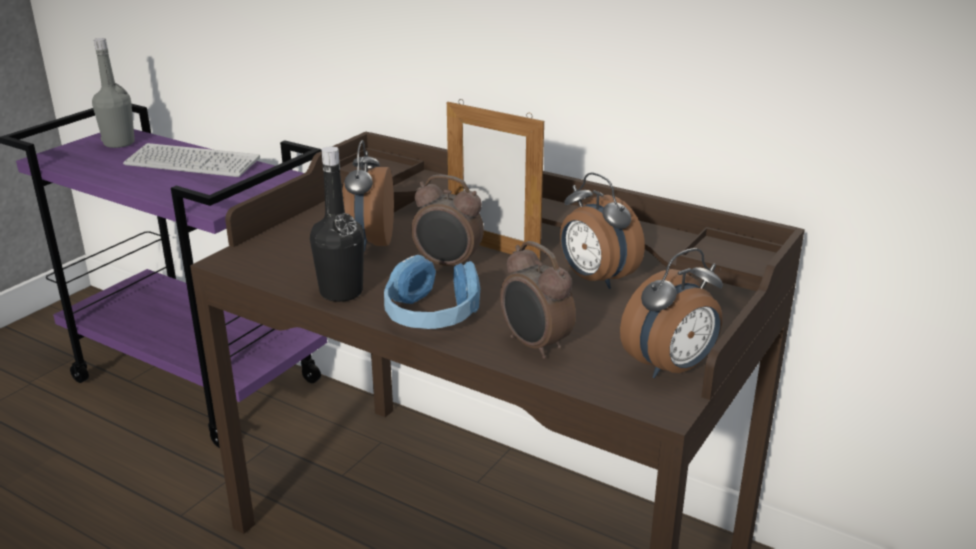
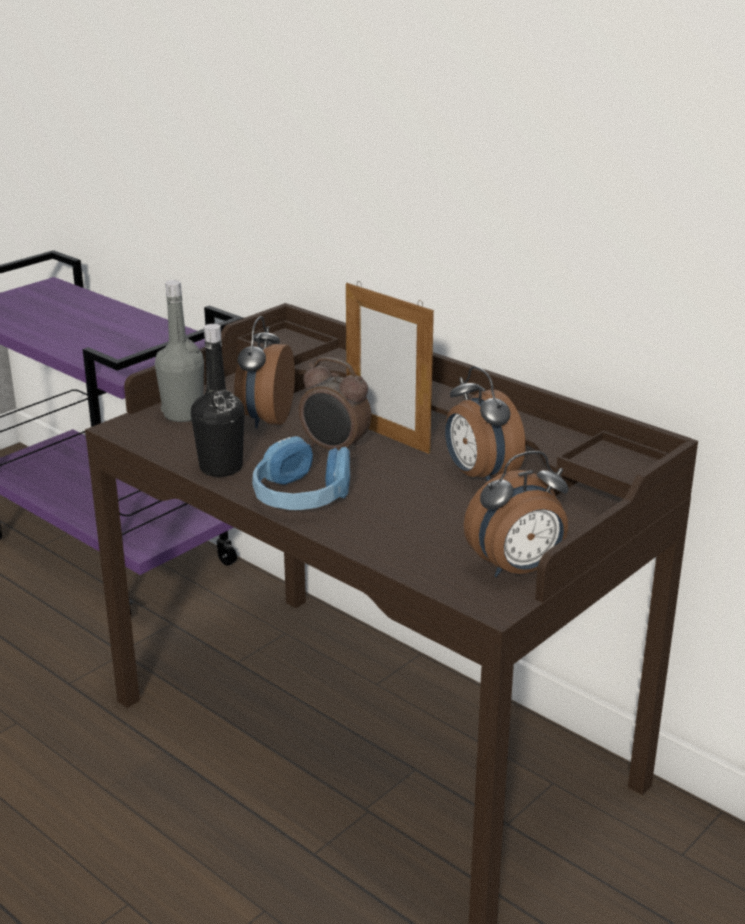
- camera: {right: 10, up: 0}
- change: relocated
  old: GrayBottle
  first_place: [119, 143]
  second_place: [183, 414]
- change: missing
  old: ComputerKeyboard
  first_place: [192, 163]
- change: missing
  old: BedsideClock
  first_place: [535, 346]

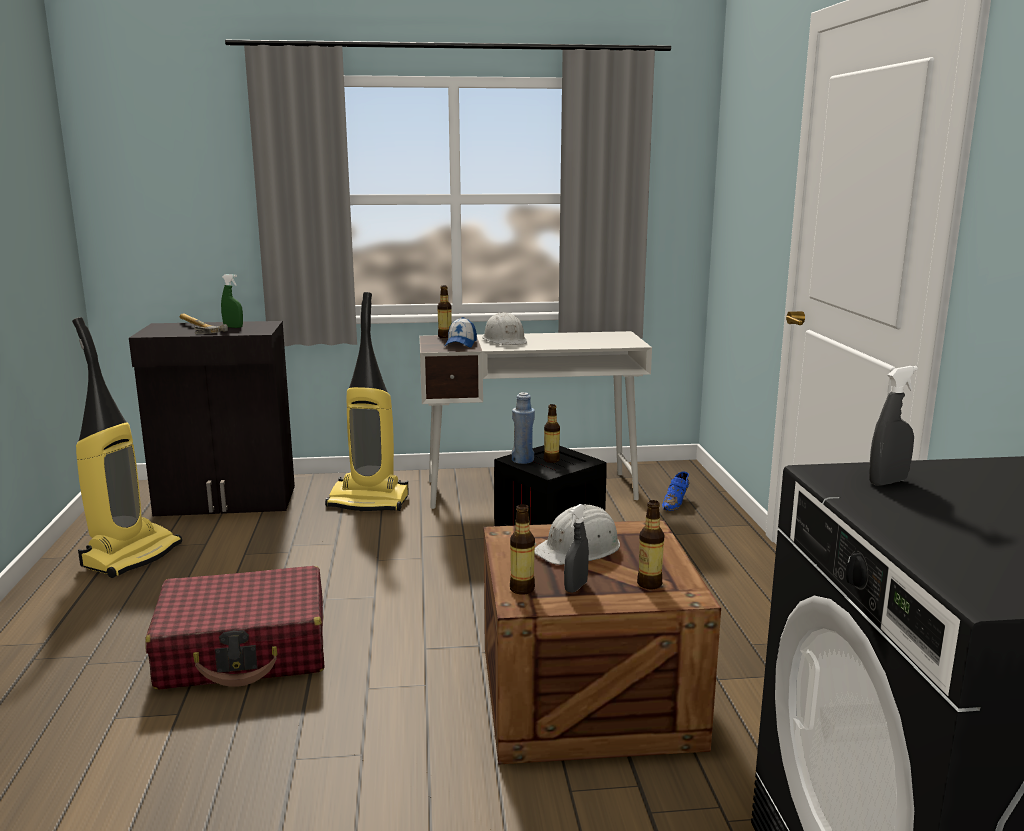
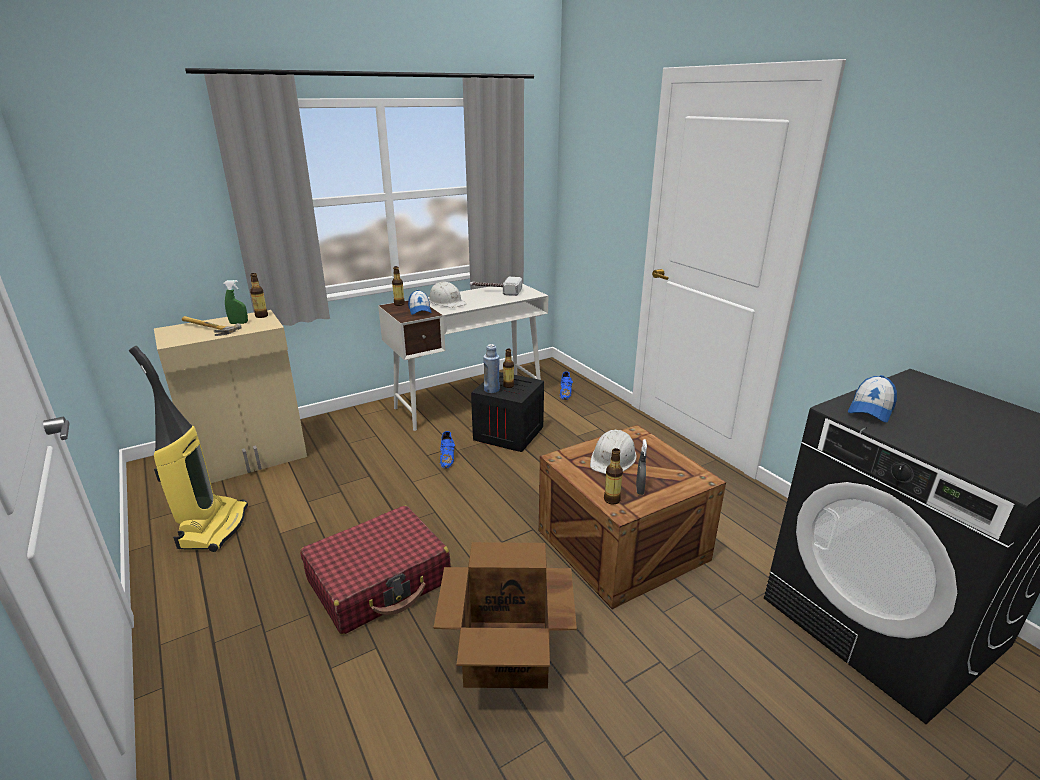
- camera: {right: -25, up: 10}
- change: missing
  old: Vacuum
  first_place: [369, 501]
- change: colour
  old: BlackColouredCupboard
  new: SandColouredCupboard
  first_place: [227, 501]
  second_place: [250, 459]
- change: exchanged
  old: GrayHandSprayer
  new: BaseballCap
  first_place: [887, 482]
  second_place: [871, 409]
- change: relocated
  old: Bottle
  first_place: [649, 584]
  second_place: [261, 316]
- change: appeared
  new: Hammer
  second_place: [495, 291]
- change: appeared
  new: BlueColouredLowShoe
  second_place: [447, 458]
- change: appeared
  new: Carton
  second_place: [506, 654]

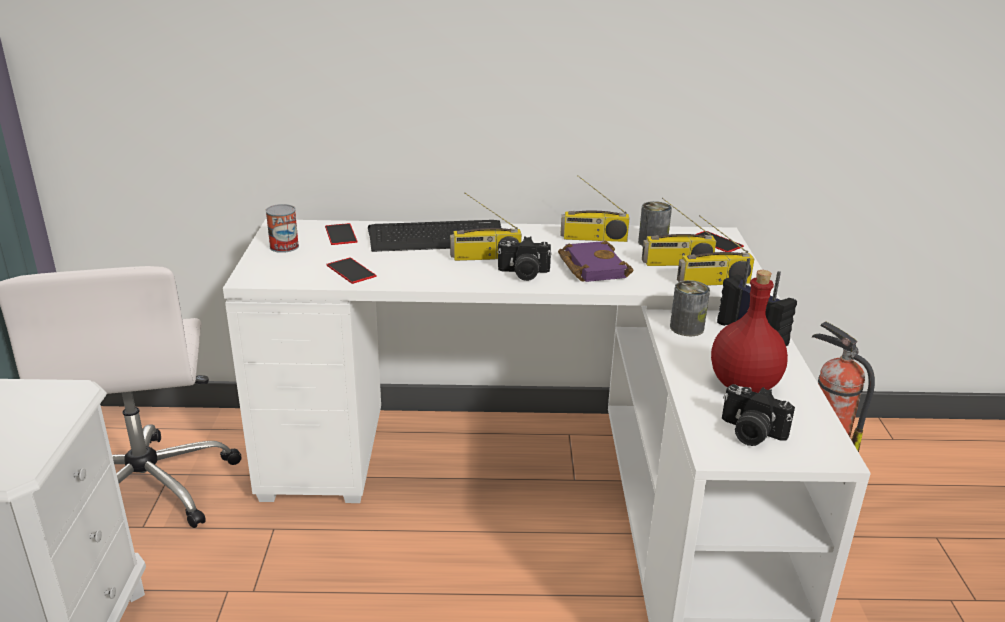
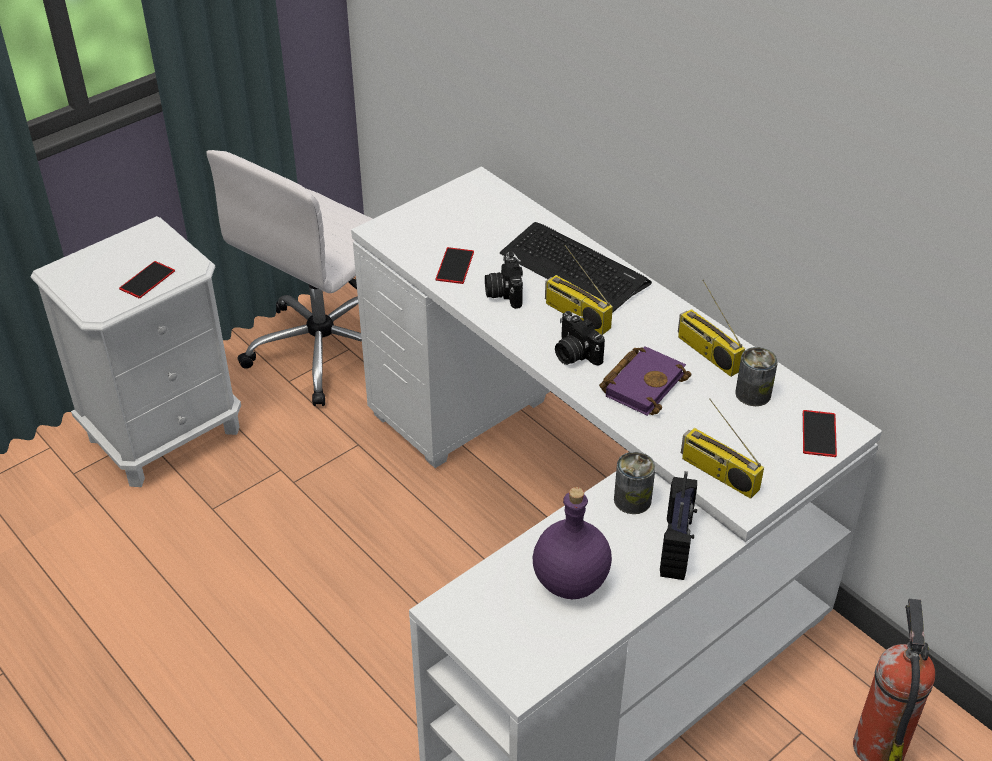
- camera: {right: 50, up: 15}
- change: missing
  old: Radio
  first_place: [676, 263]
- change: missing
  old: Can
  first_place: [284, 246]
- change: relocated
  old: Telephone
  first_place: [341, 234]
  second_place: [147, 280]
- change: colour
  old: RedBottle
  new: PurplishBottle
  first_place: [745, 385]
  second_place: [571, 582]
- change: relocated
  old: StillCamera
  first_place: [750, 433]
  second_place: [503, 292]

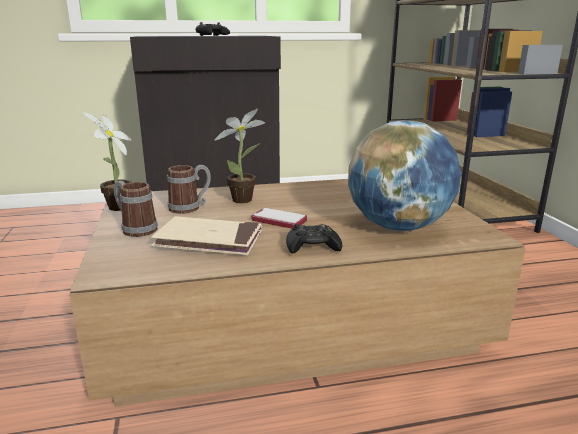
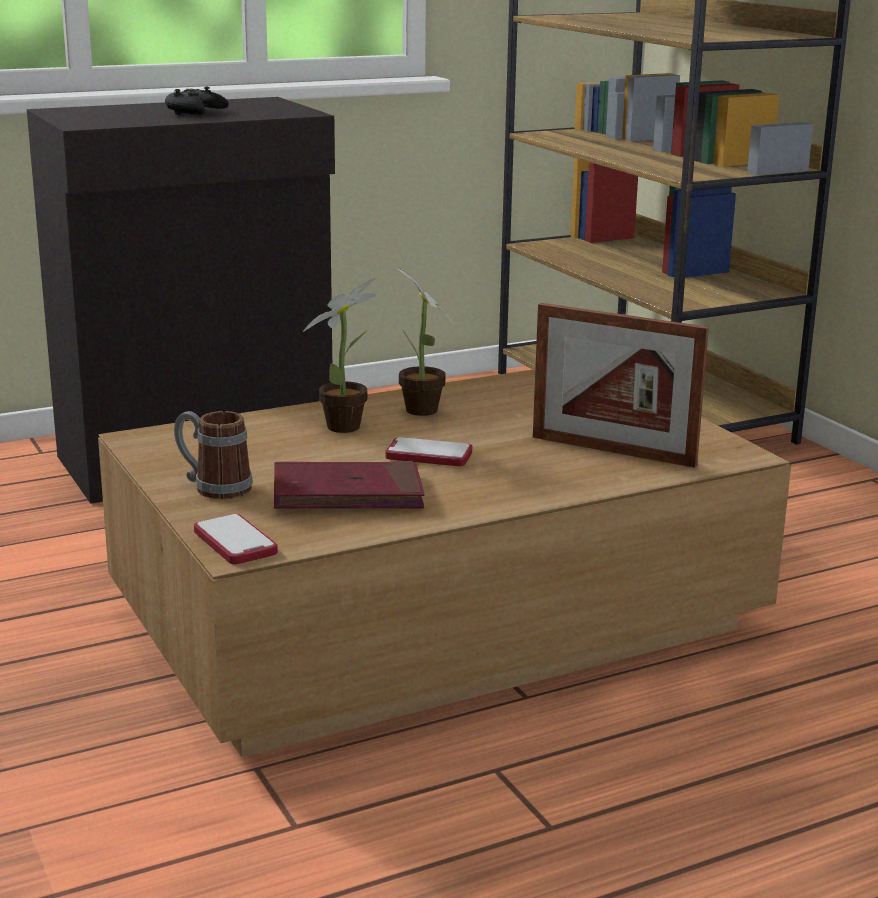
- camera: {right: -15, up: 0}
- change: relocated
  old: Houseplant
  first_place: [117, 208]
  second_place: [421, 412]
- change: exchanged
  old: WorldGlobe
  new: PhotoFrame
  first_place: [399, 227]
  second_place: [613, 451]
- change: missing
  old: CoffeeMug
  first_place: [190, 207]
- change: colour
  old: SandColouredBook
  new: RedBook
  first_place: [209, 240]
  second_place: [347, 494]
- change: missing
  old: BlackColouredGameController
  first_place: [312, 246]
- change: appeared
  new: Telephone
  second_place: [235, 542]

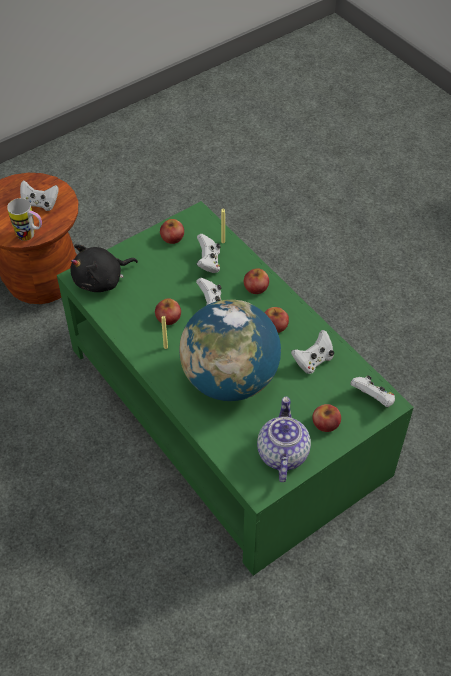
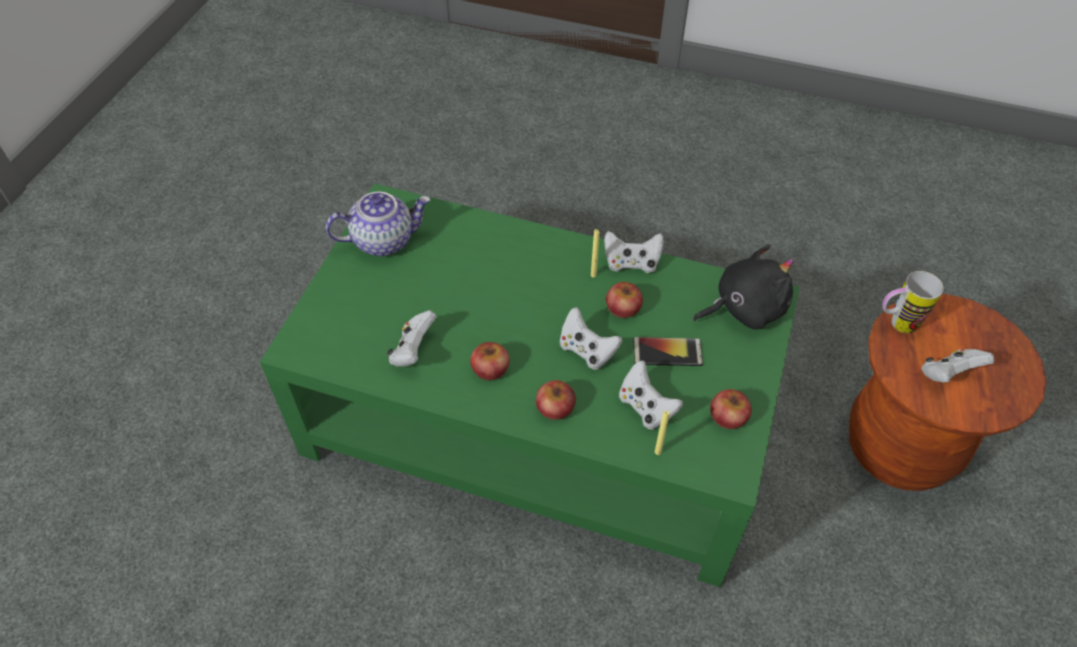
- camera: {right: 145, up: 0}
- change: spun
  old: BlackColouredPlushToy
  first_place: [101, 280]
  second_place: [744, 308]
  degrees: 45
- change: missing
  old: WorldGlobe
  first_place: [230, 379]
- change: relocated
  old: WhiteColouredGameController
  first_place: [372, 399]
  second_place: [631, 263]
- change: spun
  old: TeaPot
  first_place: [282, 453]
  second_place: [384, 240]
  degrees: -75
- change: missing
  old: Apple
  first_place: [325, 423]
- change: appeared
  new: Telephone
  second_place: [667, 352]

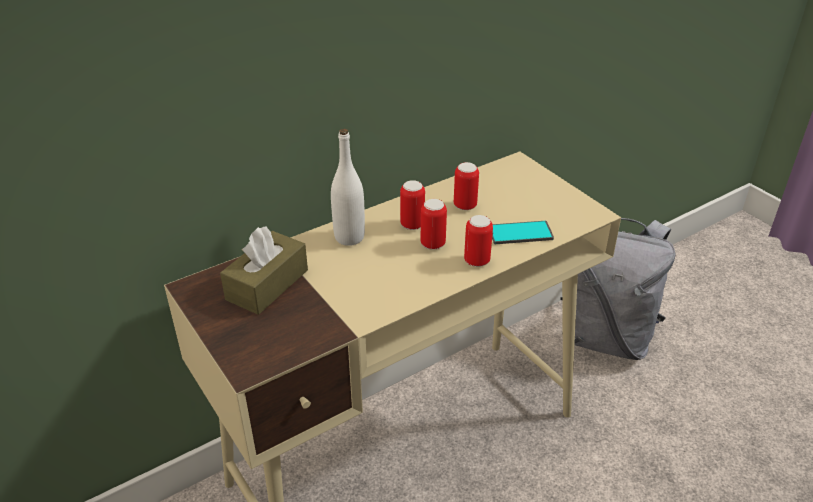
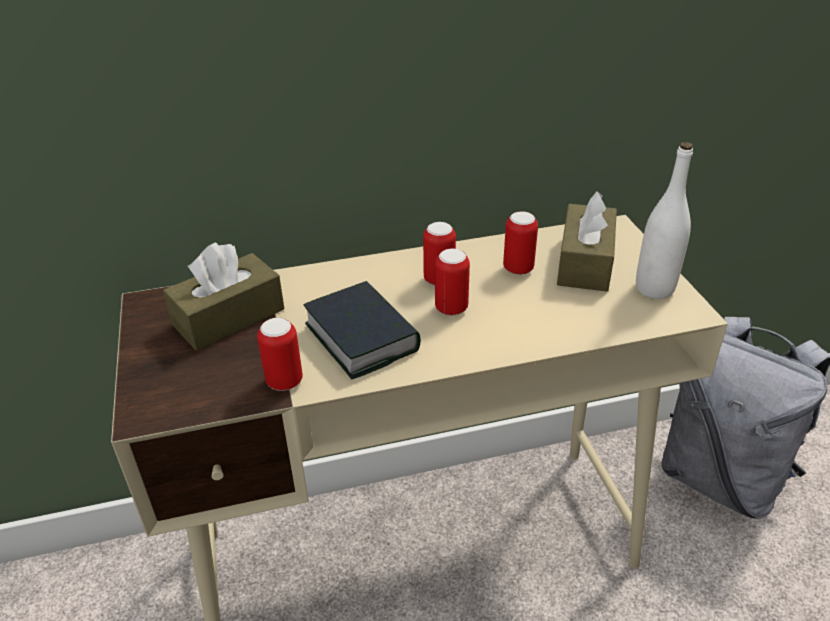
- camera: {right: 20, up: 0}
- change: relocated
  old: WhiteColouredBottle
  first_place: [349, 237]
  second_place: [654, 288]
- change: relocated
  old: Can
  first_place: [477, 261]
  second_place: [284, 381]
- change: missing
  old: Telephone
  first_place: [520, 233]
- change: appeared
  new: BrownColouredTissueBox
  second_place: [585, 262]
- change: appeared
  new: Book
  second_place: [362, 337]

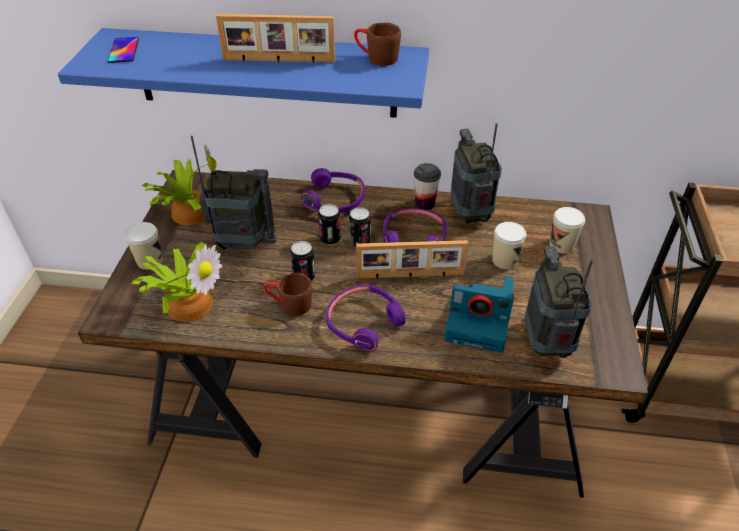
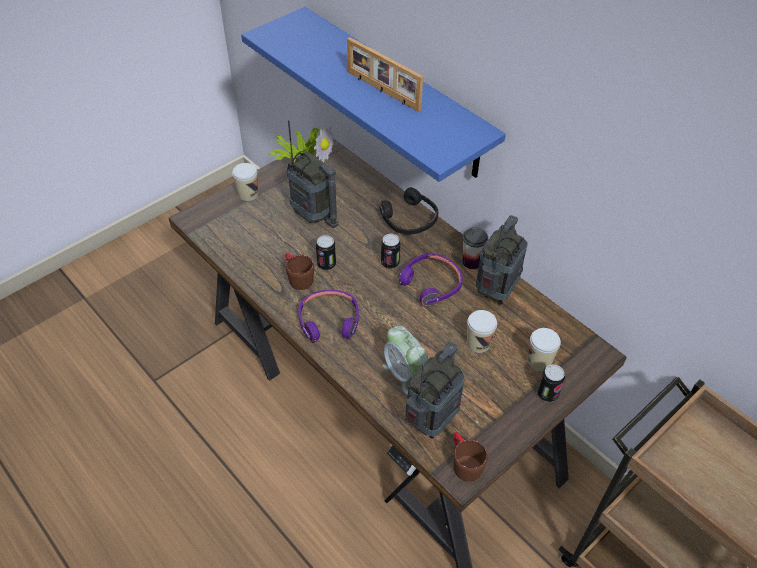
- camera: {right: 40, up: 5}
- change: relocated
  old: BrownColouredCoffeeMug
  first_place: [376, 57]
  second_place: [463, 462]
- change: missing
  old: Telephone
  first_place: [124, 50]
- change: colour
  old: PurplishHeadset
  new: BlackColouredHeadset
  first_place: [334, 199]
  second_place: [409, 219]
- change: relocated
  old: Can
  first_place: [330, 239]
  second_place: [547, 394]
- change: missing
  old: PhotoFrame
  first_place: [410, 276]
- change: missing
  old: Houseplant
  first_place: [188, 302]
- change: exchanged
  old: StillCamera
  new: BedsideClock
  first_place: [479, 322]
  second_place: [404, 374]

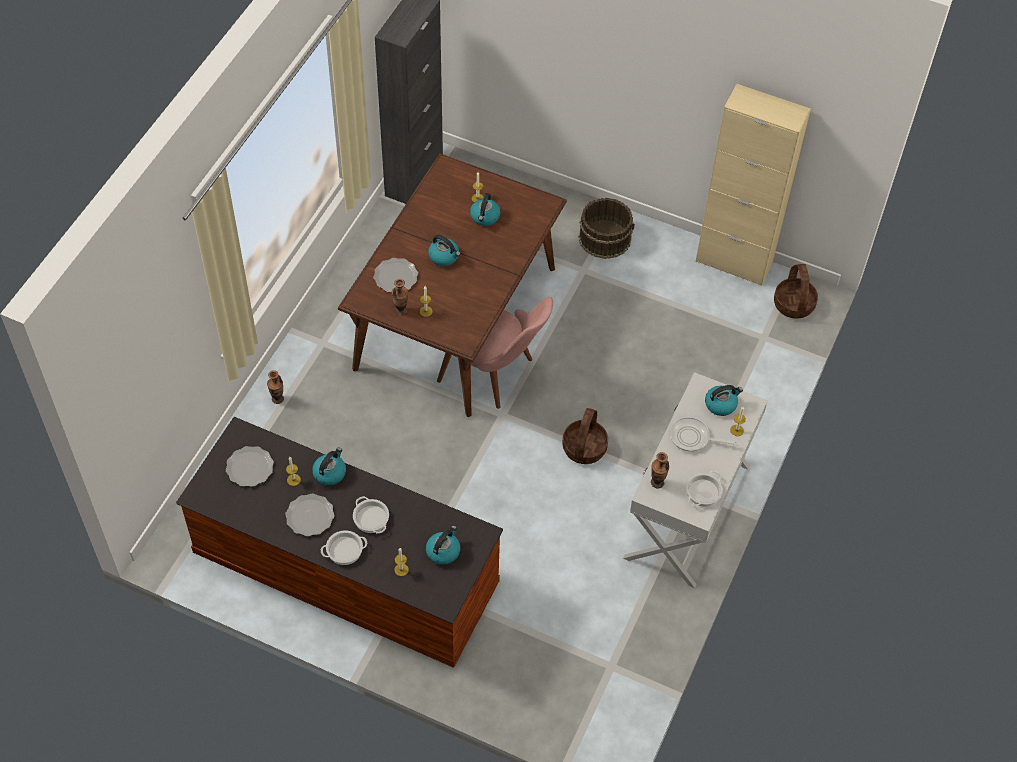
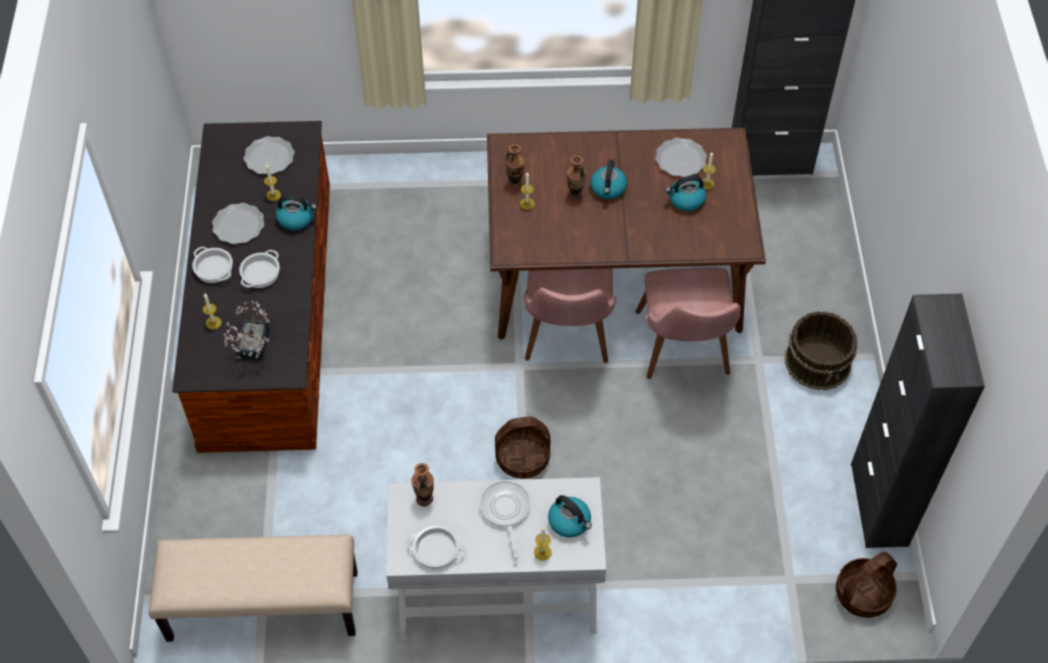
- camera: {right: 65, up: 0}
- change: colour
  old: SandColouredCupboard
  new: BlackColouredCupboard
  first_place: [733, 262]
  second_place: [879, 504]
- change: relocated
  old: FlatDish
  first_place: [395, 277]
  second_place: [680, 159]
- change: relocated
  old: DecorativeVase
  first_place: [277, 399]
  second_place: [575, 194]
- change: exchanged
  old: Kettle
  new: Houseplant
  first_place: [443, 551]
  second_place: [252, 348]
- change: appeared
  new: PinkChair
  second_place: [685, 354]
- change: appeared
  new: SandColouredLongSeat
  second_place: [262, 607]

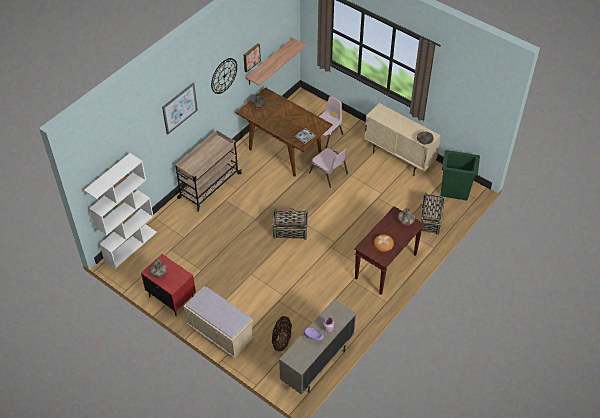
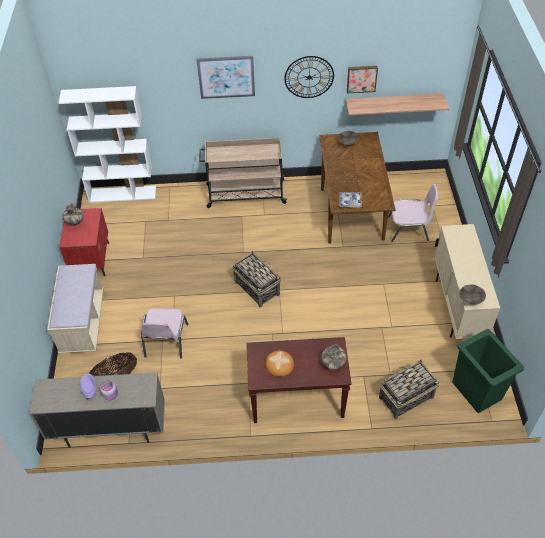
- camera: {right: 50, up: 0}
- change: relocated
  old: PinkChair
  first_place: [329, 173]
  second_place: [165, 341]

